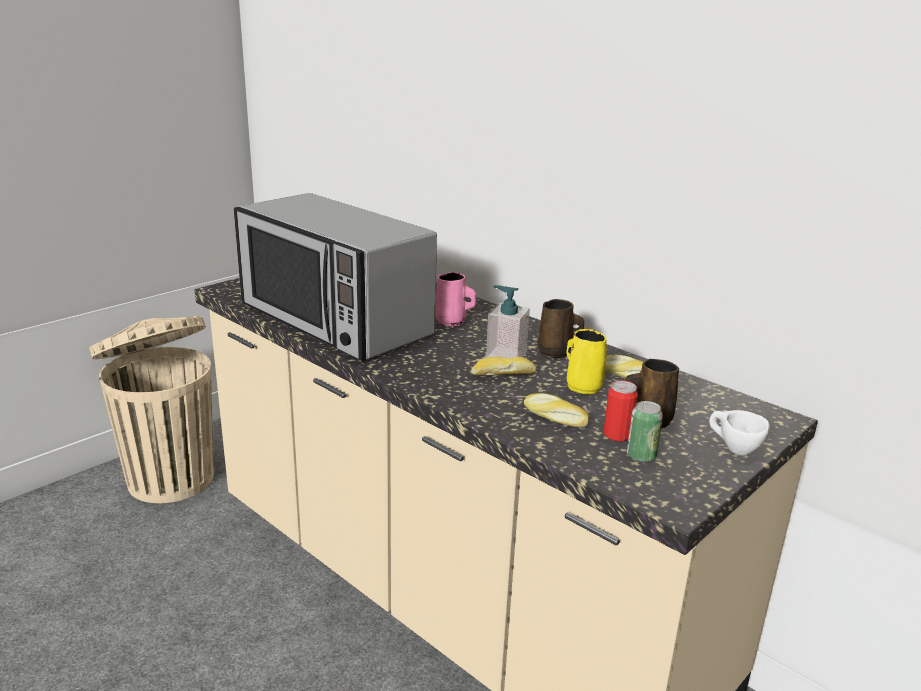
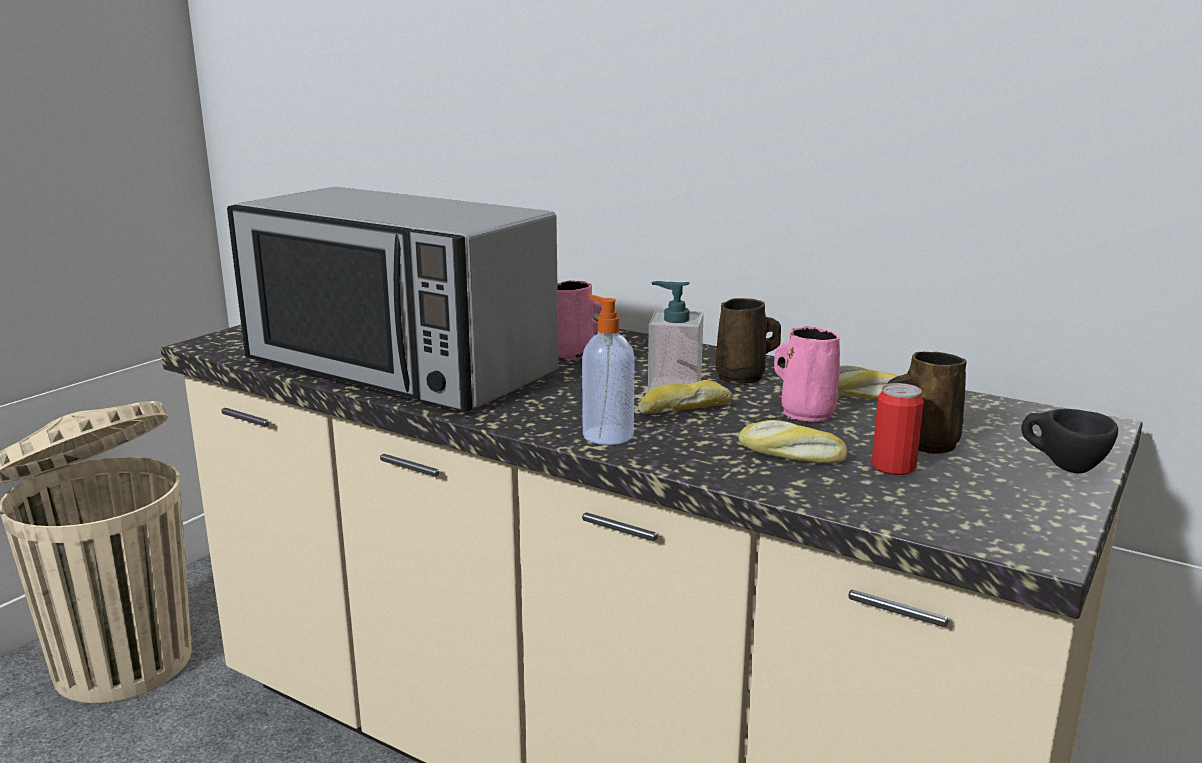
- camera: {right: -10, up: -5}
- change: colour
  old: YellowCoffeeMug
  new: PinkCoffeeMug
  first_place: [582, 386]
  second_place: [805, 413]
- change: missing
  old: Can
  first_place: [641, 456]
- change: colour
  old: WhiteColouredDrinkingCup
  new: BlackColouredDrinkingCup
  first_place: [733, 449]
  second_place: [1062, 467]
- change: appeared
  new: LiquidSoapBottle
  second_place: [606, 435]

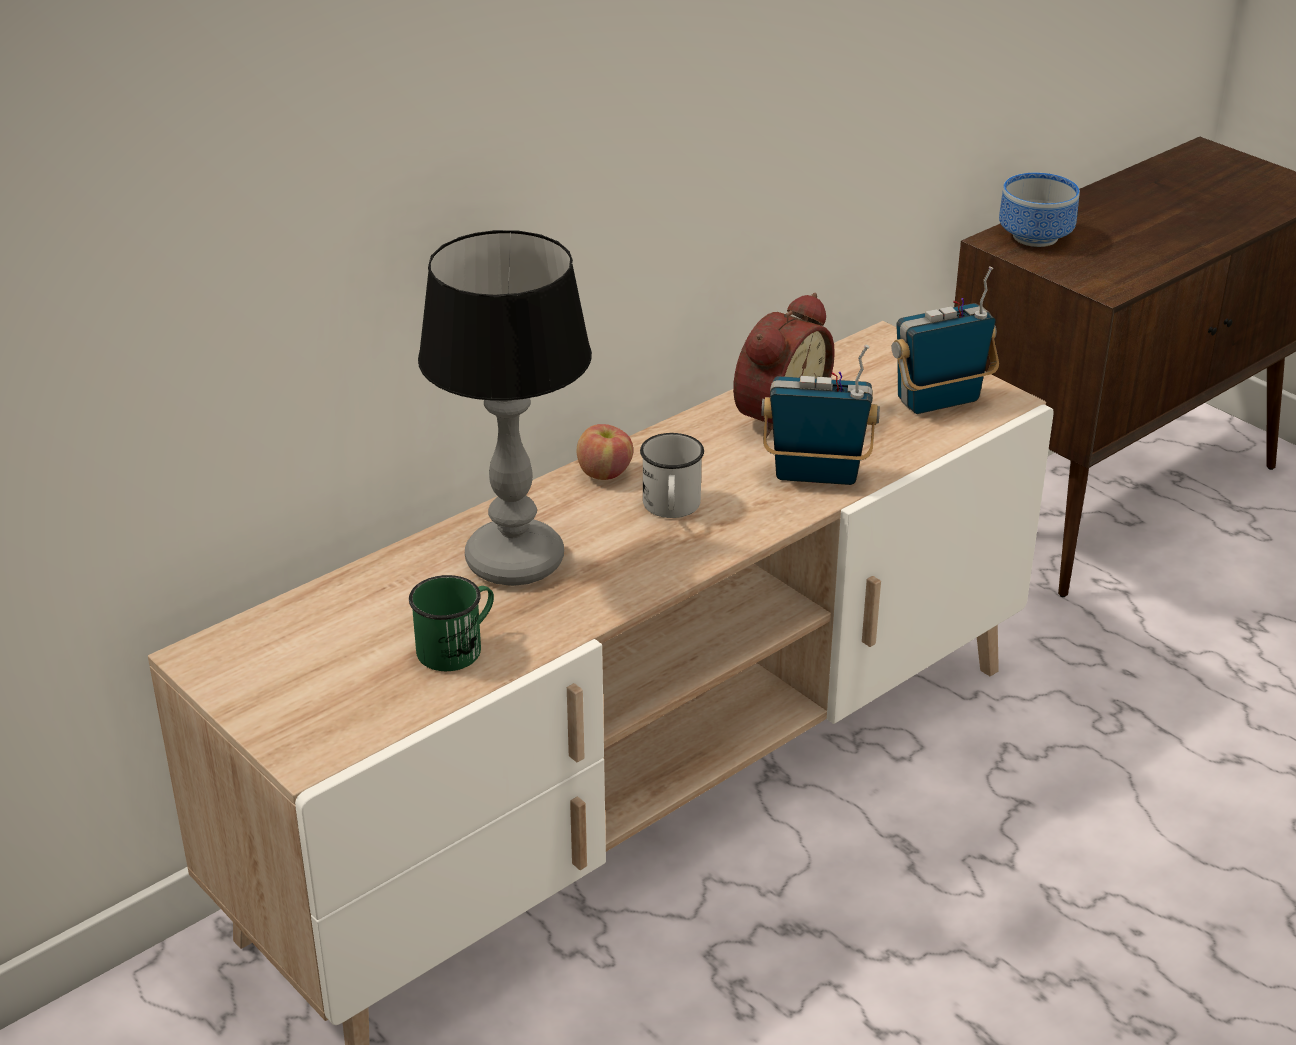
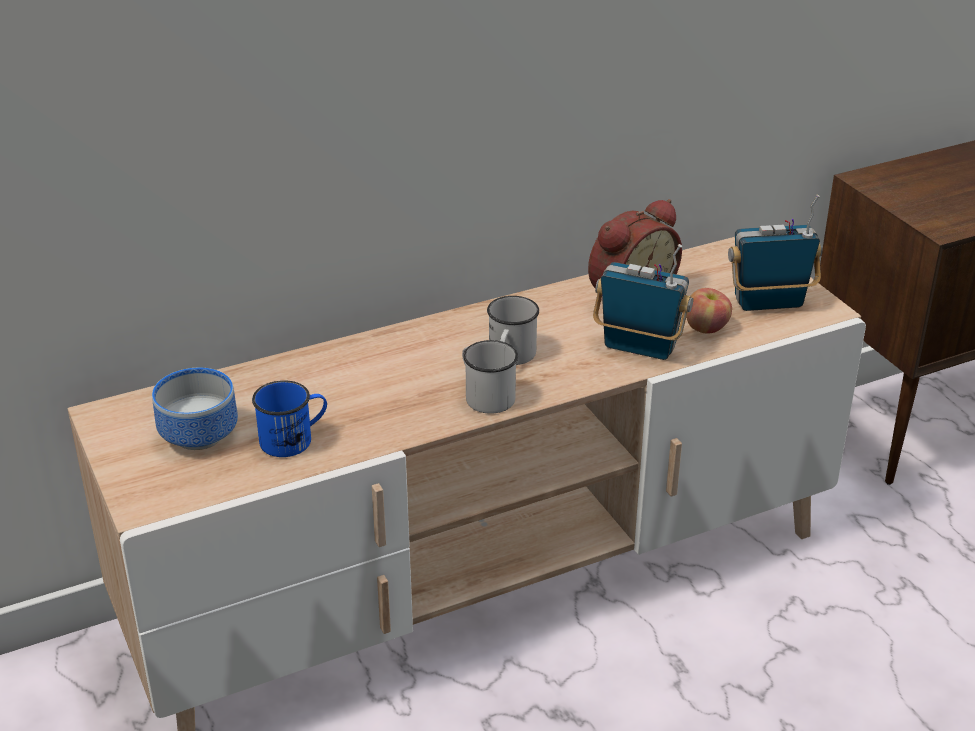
- camera: {right: 15, up: 0}
- change: relocated
  old: ServingBowl
  first_place: [1038, 237]
  second_place: [201, 437]
- change: missing
  old: LampForATable
  first_place: [517, 561]
- change: relocated
  old: Apple
  first_place: [604, 473]
  second_place: [706, 328]
- change: colour
  old: GreenishCoffeeMug
  new: BlueColouredCoffeeMug
  first_place: [457, 647]
  second_place: [294, 439]
- change: appeared
  new: WhiteColouredCoffeeMug
  second_place: [485, 395]

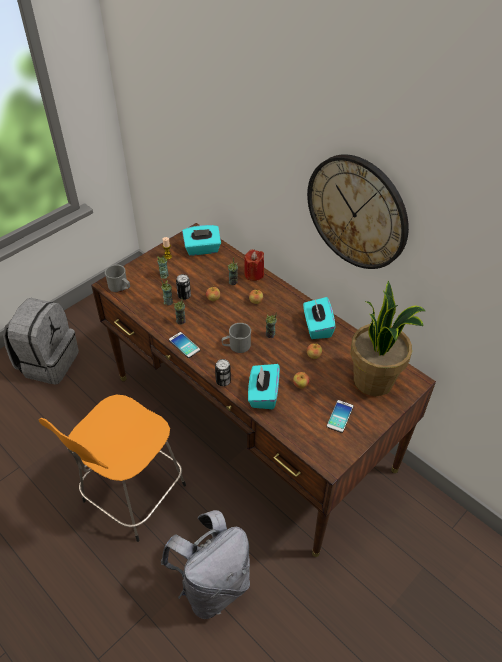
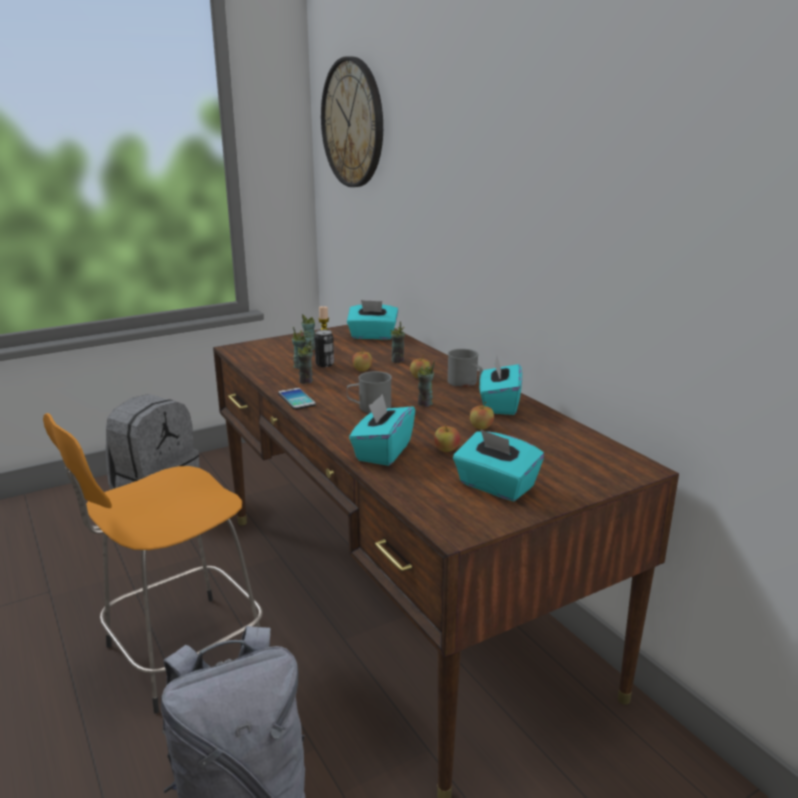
- camera: {right: 15, up: -25}
- change: relocated
  old: ClockOnTheWall
  first_place: [357, 212]
  second_place: [353, 123]
- change: missing
  old: RedWaxLight
  first_place: [254, 274]
- change: relocated
  old: GrayCoffeeMug
  first_place: [120, 287]
  second_place: [465, 383]
- change: missing
  old: Houseplant
  first_place: [374, 380]
- change: missing
  old: Can
  first_place: [223, 381]
- change: exchanged
  old: Telephone
  new: TurquoiseTissueBox
  first_place: [339, 416]
  second_place: [495, 486]

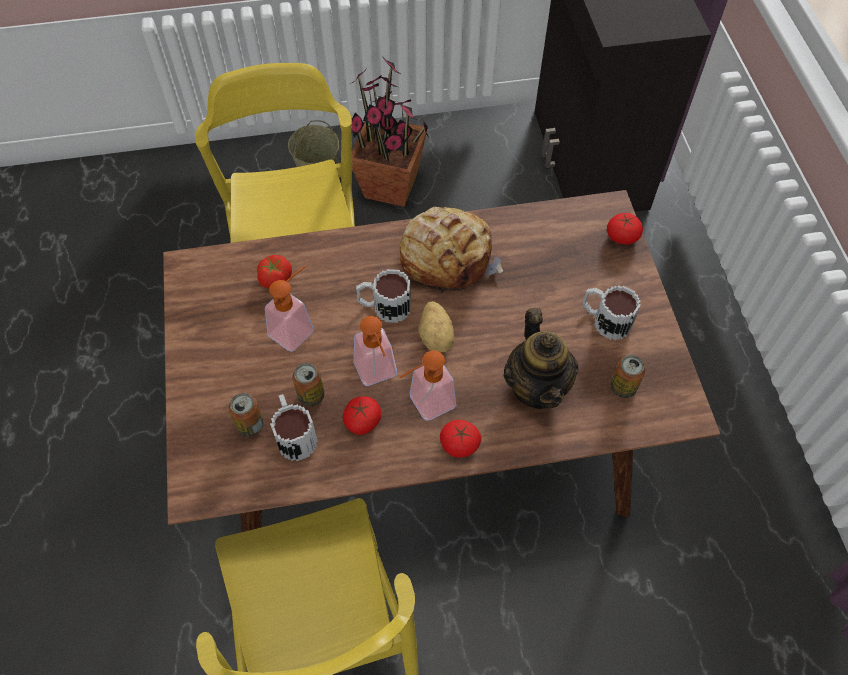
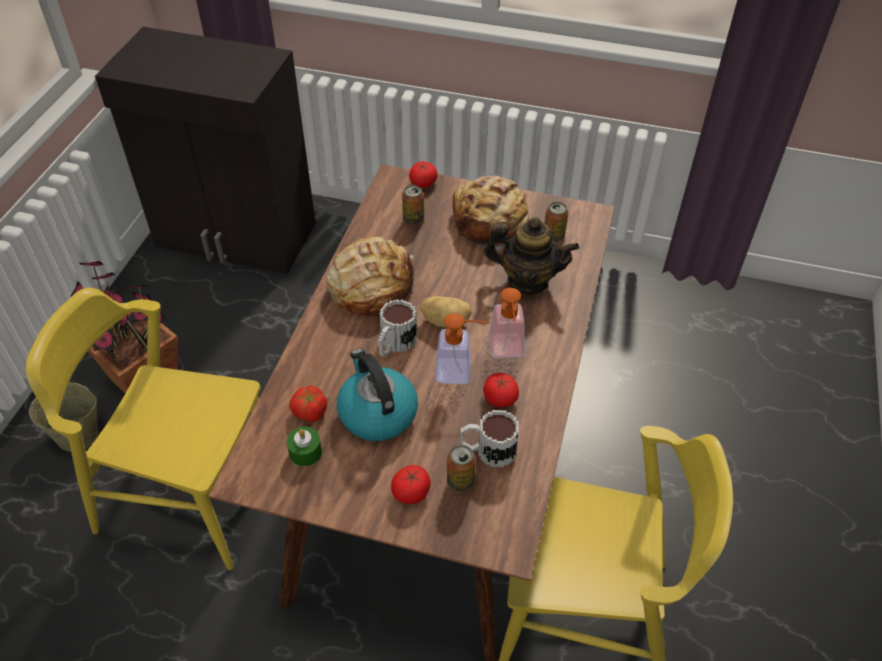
- camera: {right: -65, up: -10}
- change: exchanged
  old: LiquidSoapBottle
  new: Kettle
  first_place: [296, 328]
  second_place: [377, 413]
- change: exchanged
  old: CoffeeMug
  new: BakeryBread
  first_place: [605, 320]
  second_place: [491, 222]
- change: relocated
  old: Can
  first_place: [311, 395]
  second_place: [413, 219]
- change: relocated
  old: Tomato
  first_place: [459, 444]
  second_place: [411, 492]
- change: appeared
  new: GreenishWaxLight
  second_place: [305, 452]

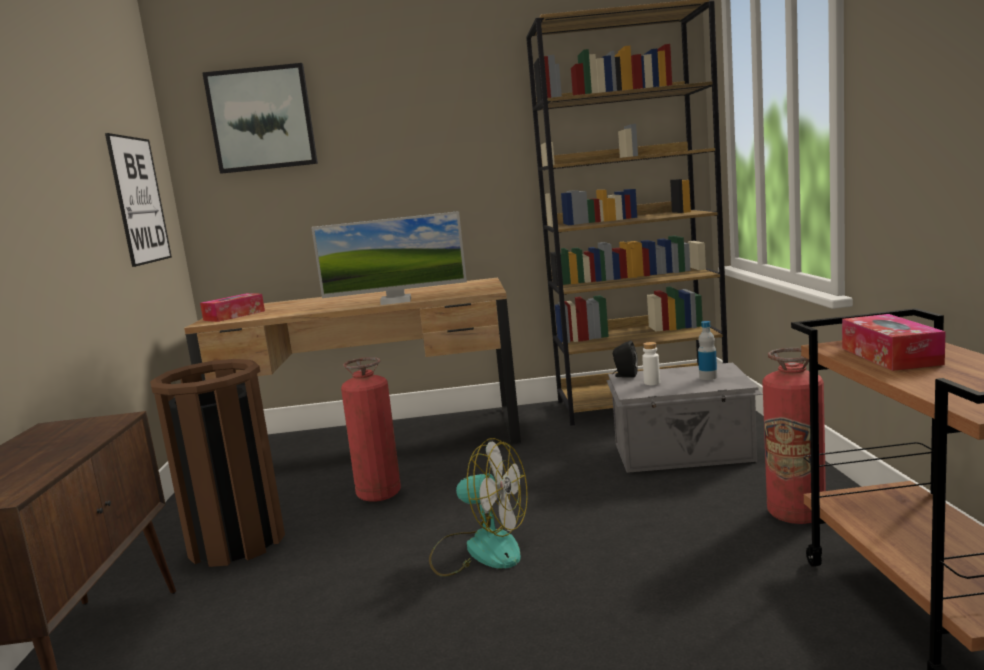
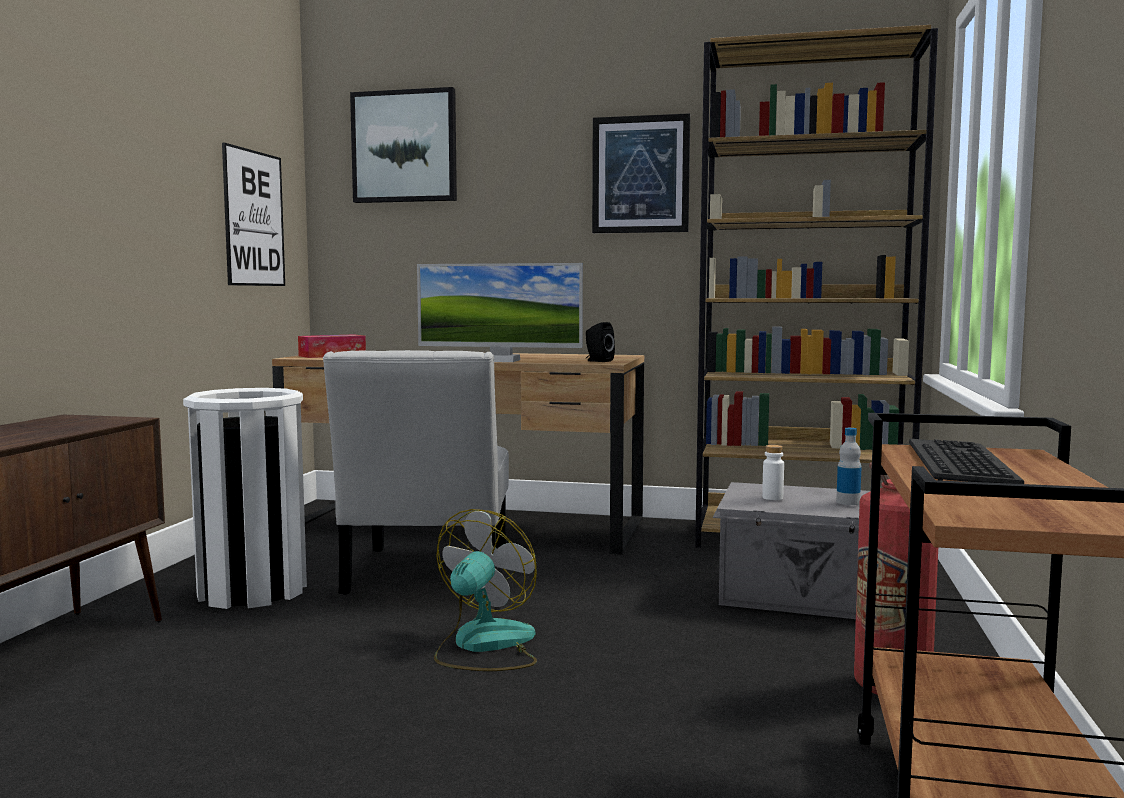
- camera: {right: 15, up: -5}
- change: exchanged
  old: TissueBox
  new: ComputerKeyboard
  first_place: [890, 356]
  second_place: [961, 463]
- change: relocated
  old: BlackColouredSpeaker
  first_place: [625, 375]
  second_place: [598, 361]
- change: exchanged
  old: FireExtinguisher
  new: WhiteColouredChair
  first_place: [379, 494]
  second_place: [426, 575]
- change: colour
  old: BrownColouredTrashCan
  new: WhiteColouredTrashCan
  first_place: [237, 542]
  second_place: [252, 590]
- change: spun
  old: Fan
  first_place: [480, 549]
  second_place: [484, 646]
  degrees: -105
- change: appeared
  new: Picture
  second_place: [640, 175]

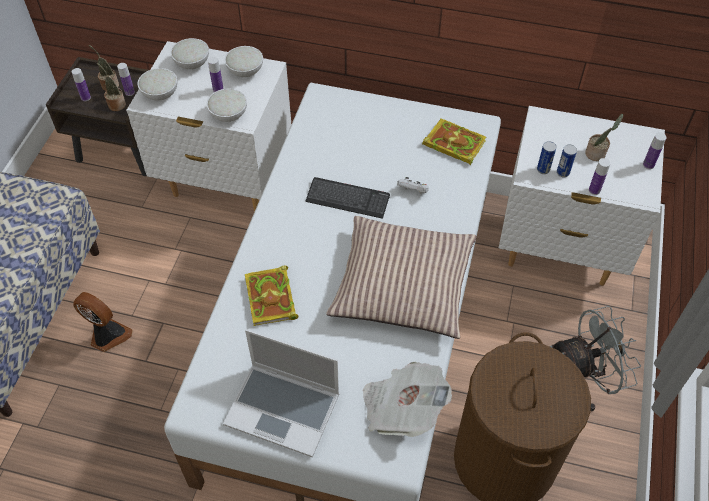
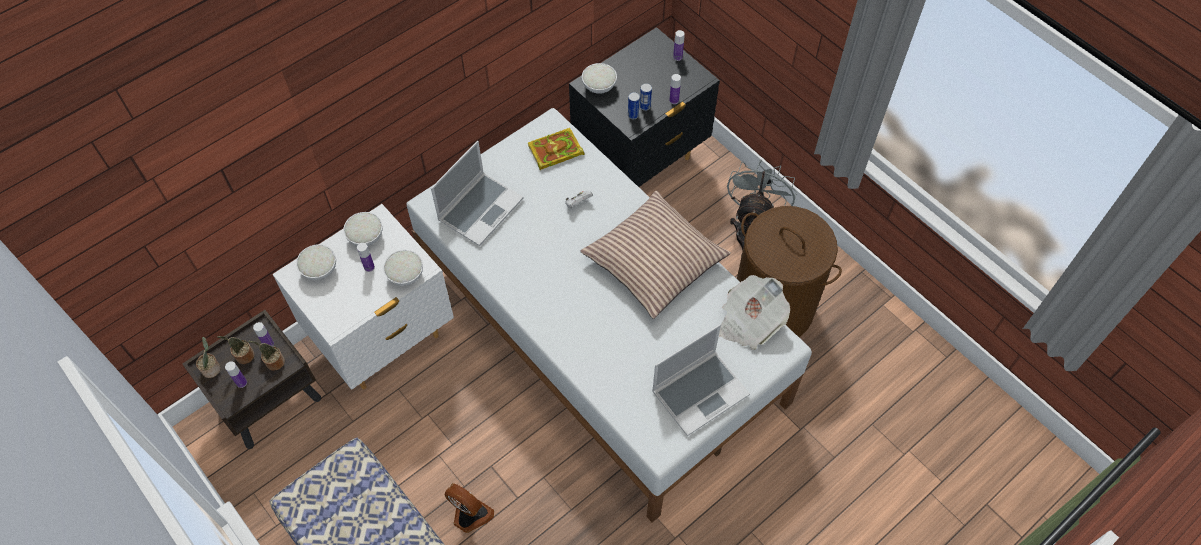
- camera: {right: -55, up: 5}
- change: relocated
  old: WhiteColouredServingBowl
  first_place: [160, 93]
  second_place: [598, 86]
- change: colour
  old: WhiteColouredNightstand
  new: BlackColouredNightstand
  first_place: [559, 249]
  second_place: [640, 162]
- change: relocated
  old: Houseplant
  first_place: [597, 154]
  second_place: [212, 368]
- change: missing
  old: ComputerKeyboard
  first_place: [347, 199]
- change: missing
  old: Book
  first_place: [272, 299]
- change: spun
  old: Fan
  first_place: [108, 336]
  second_place: [470, 515]
  degrees: 60
- change: appeared
  new: NotebookComputer
  second_place: [480, 209]

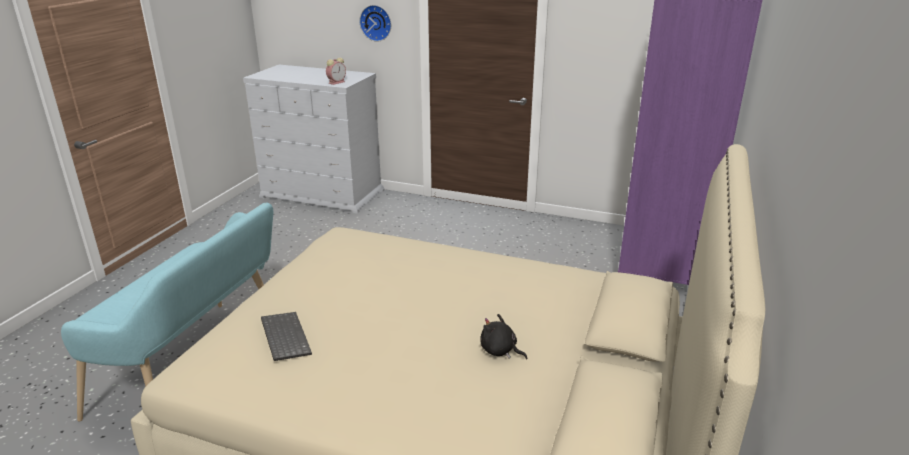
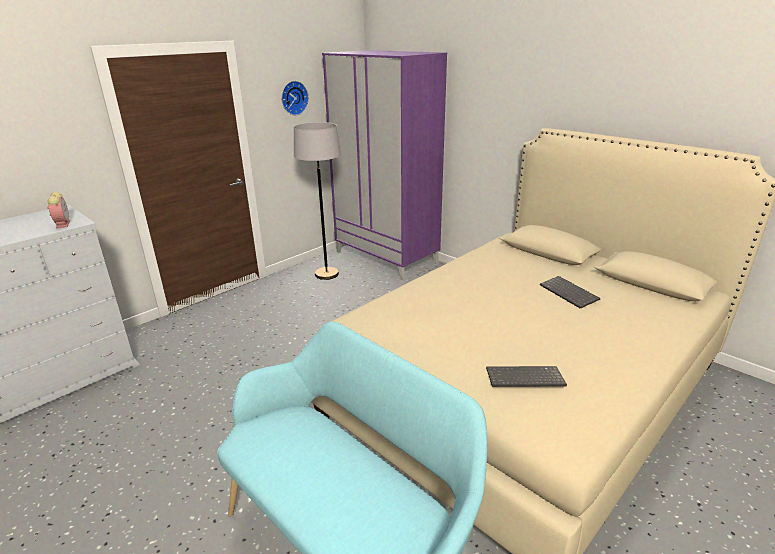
- camera: {right: -65, up: 0}
- change: relocated
  old: ClockOnTheWall
  first_place: [376, 22]
  second_place: [293, 98]
- change: exchanged
  old: BlackColouredPlushToy
  new: ComputerKeyboard
  first_place: [500, 351]
  second_place: [570, 293]
- change: appeared
  new: GrayStandingLamp
  second_place: [326, 274]

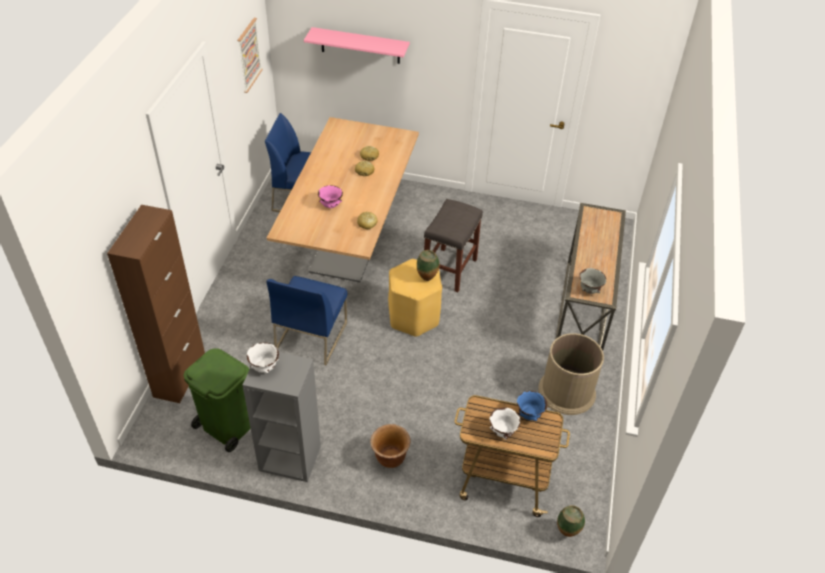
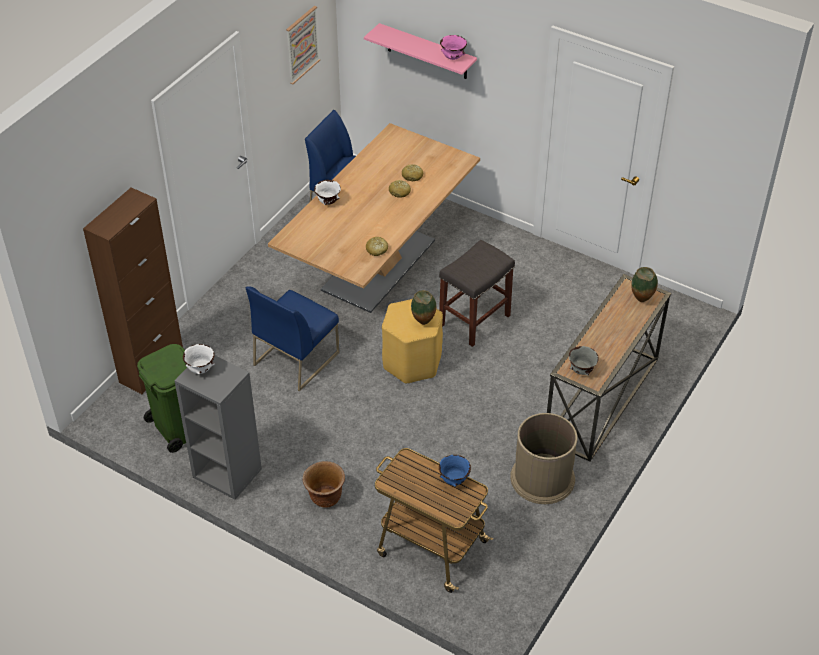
- camera: {right: 20, up: 0}
- change: relocated
  old: PinkServingBowl
  first_place: [331, 205]
  second_place: [453, 57]
- change: relocated
  old: WhiteColouredServingBowl
  first_place: [503, 432]
  second_place: [328, 202]
- change: relocated
  old: DecorativeVase
  first_place: [567, 533]
  second_place: [641, 301]

